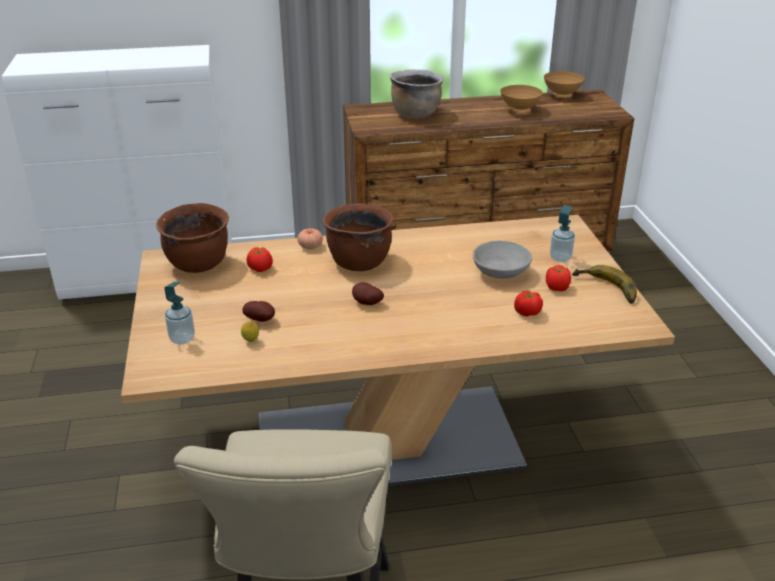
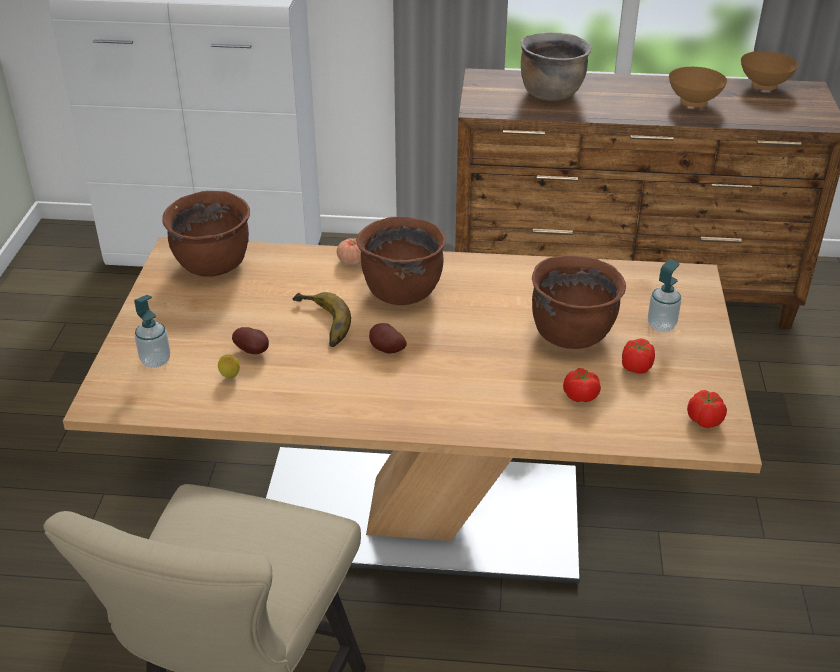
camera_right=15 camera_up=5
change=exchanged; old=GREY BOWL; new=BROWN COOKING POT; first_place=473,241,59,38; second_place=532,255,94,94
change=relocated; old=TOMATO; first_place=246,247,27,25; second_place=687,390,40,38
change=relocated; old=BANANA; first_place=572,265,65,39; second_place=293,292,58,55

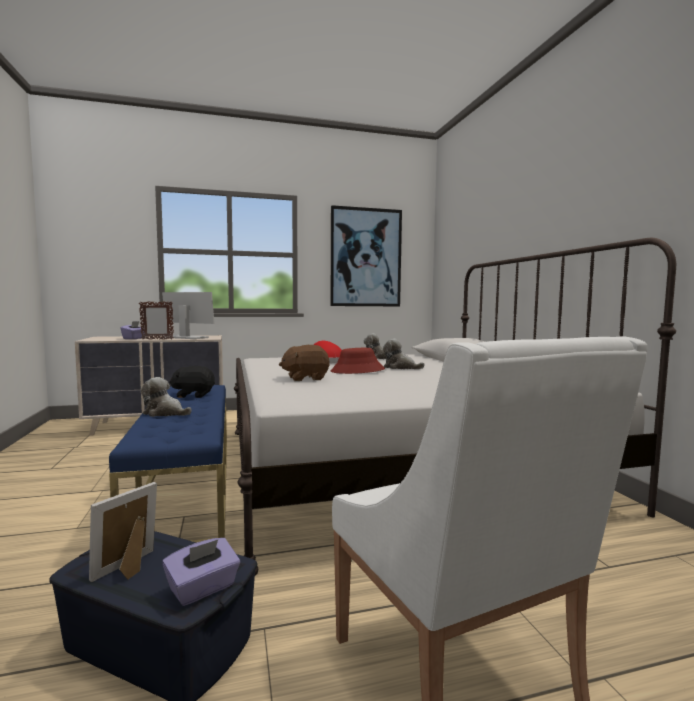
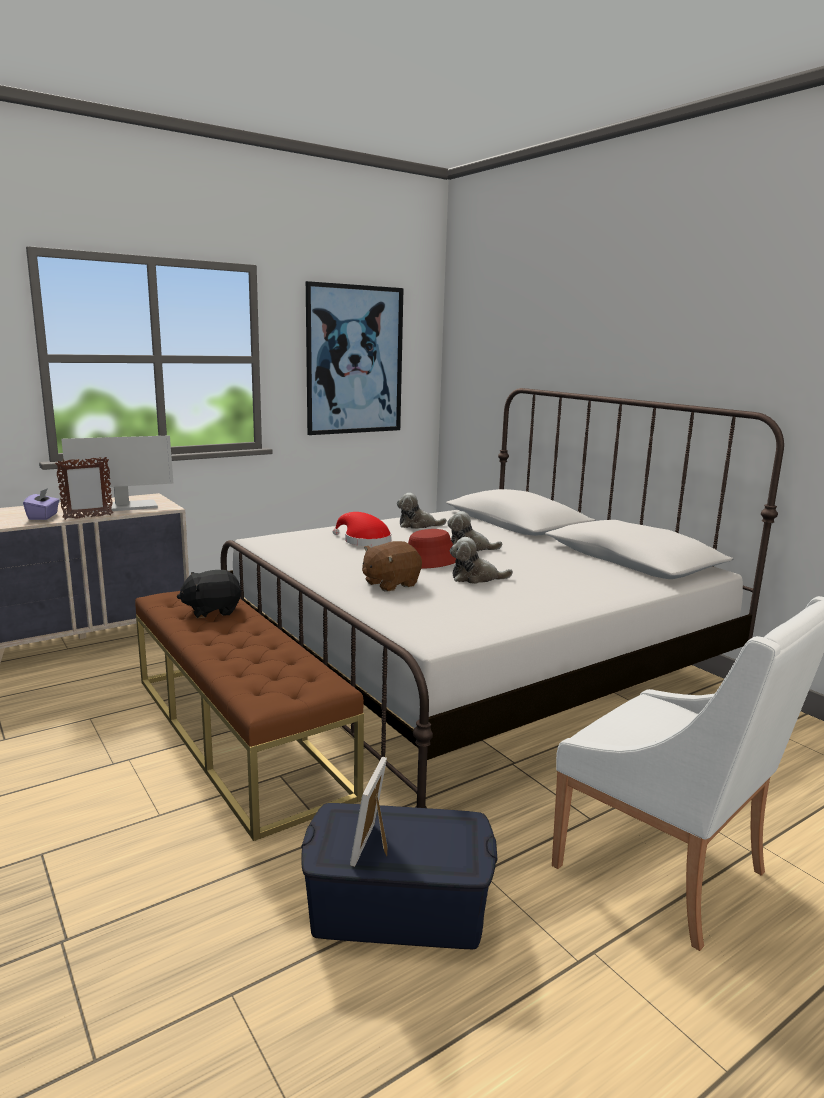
camera_right=-20 camera_up=10
change=spun; old=MONITOR; first_place=162,292,52,47; second_place=61,435,113,78; degrees=150
change=relocated; old=PLUSH TOY; first_place=141,377,51,40; second_place=450,537,63,47
change=colour; old=BLUE BENCH; new=BROWN BENCH; first_place=109,385,118,158; second_place=135,591,229,250
change=missing; old=PURPLE TISSUE BOX; first_place=162,538,78,68

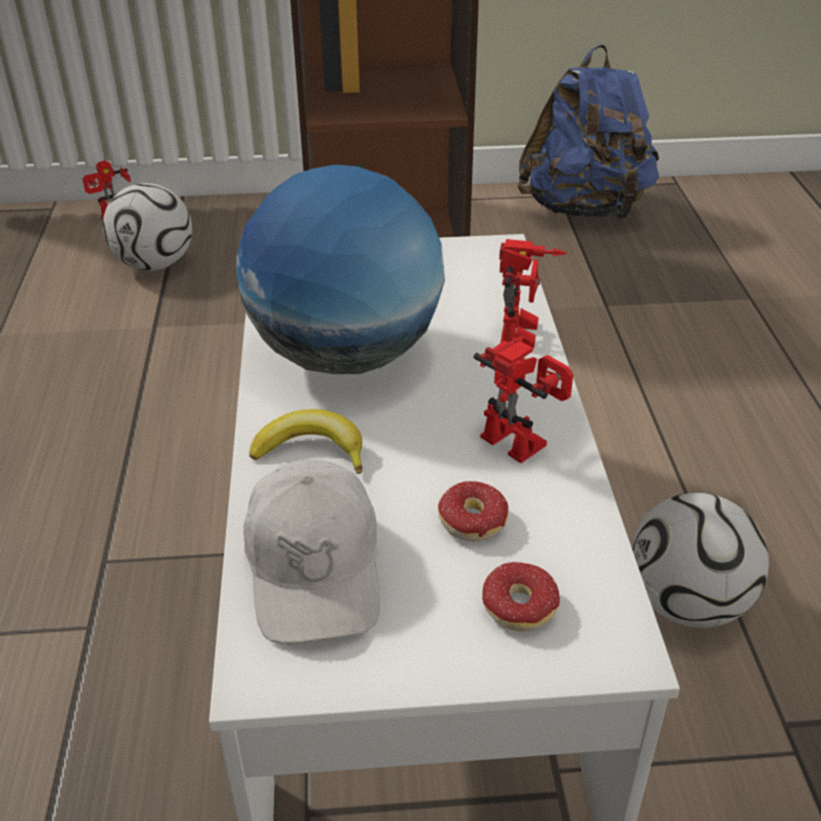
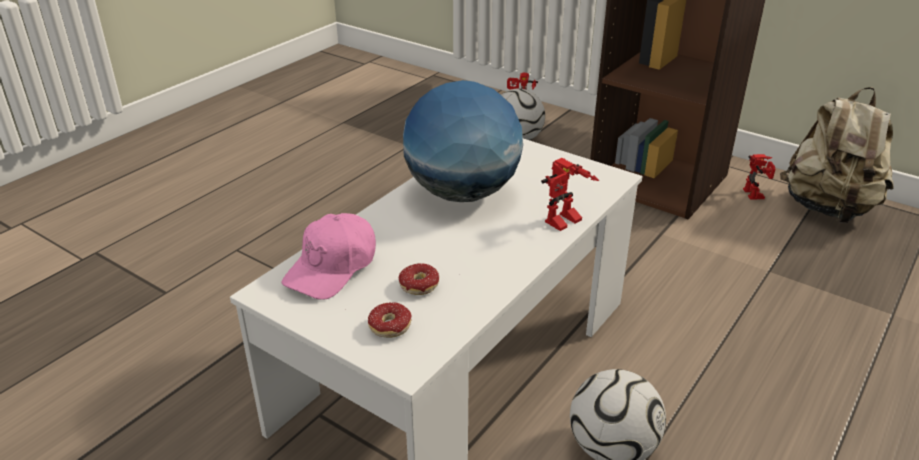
camera_right=40 camera_up=-5
change=colour; old=BLUE BACKPACK; new=BEIGE BACKPACK; first_place=517,44,142,176; second_place=780,87,114,136
change=relocated; old=TOY ROBOT; first_place=474,336,99,127; second_place=743,154,32,46
change=missing; old=BANANA; first_place=250,409,113,65
change=colour; old=WHITE CAP; new=PINK CAP; first_place=243,459,137,185; second_place=281,213,95,87

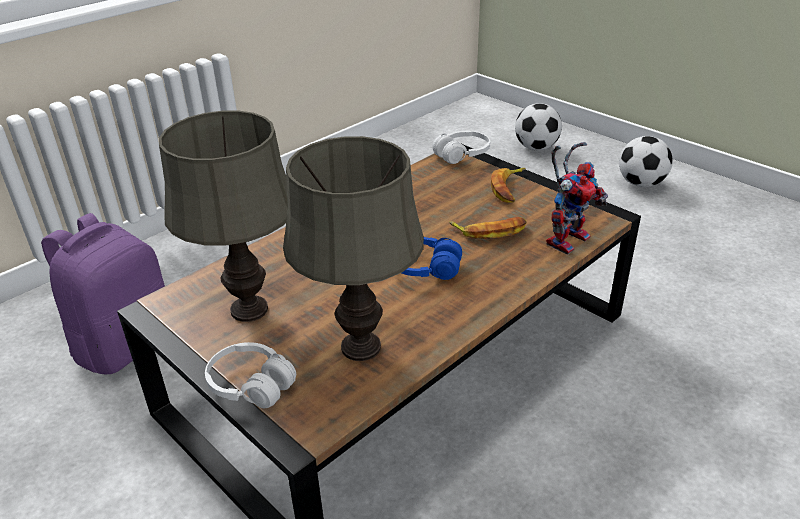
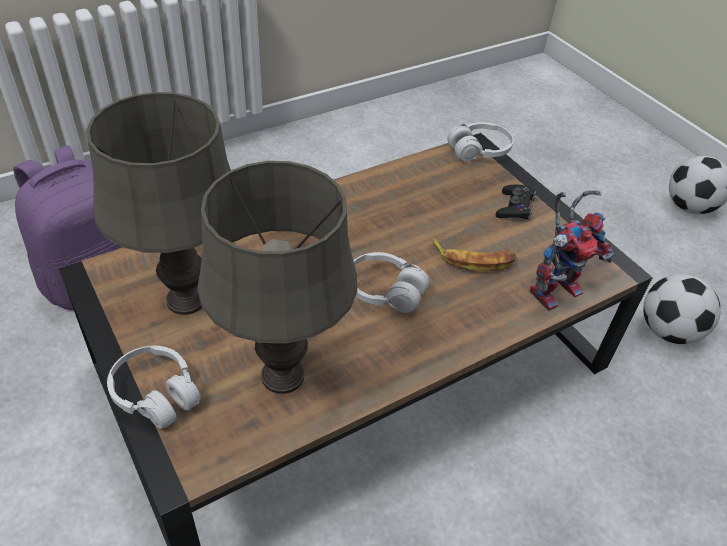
camera_right=10 camera_up=10
change=relocated; old=FOOTBALL; first_place=515,104,47,46; second_place=643,274,77,70
change=exchanged; old=BANANA; new=BLACK GAME CONTROLLER; first_place=491,168,35,35; second_place=496,185,41,35
change=colour; old=BLUE HEADPHONES; new=WHITE HEADPHONES; first_place=402,237,60,43; second_place=354,252,75,61

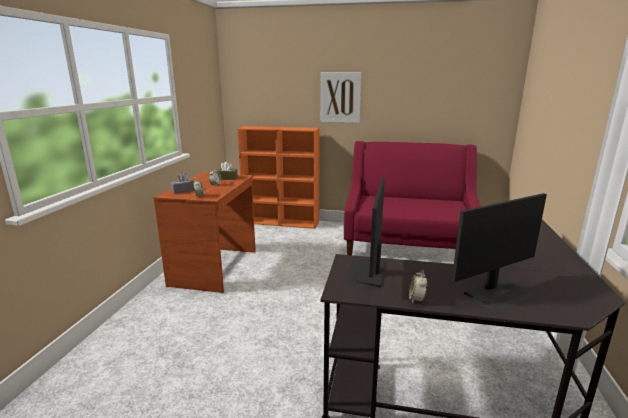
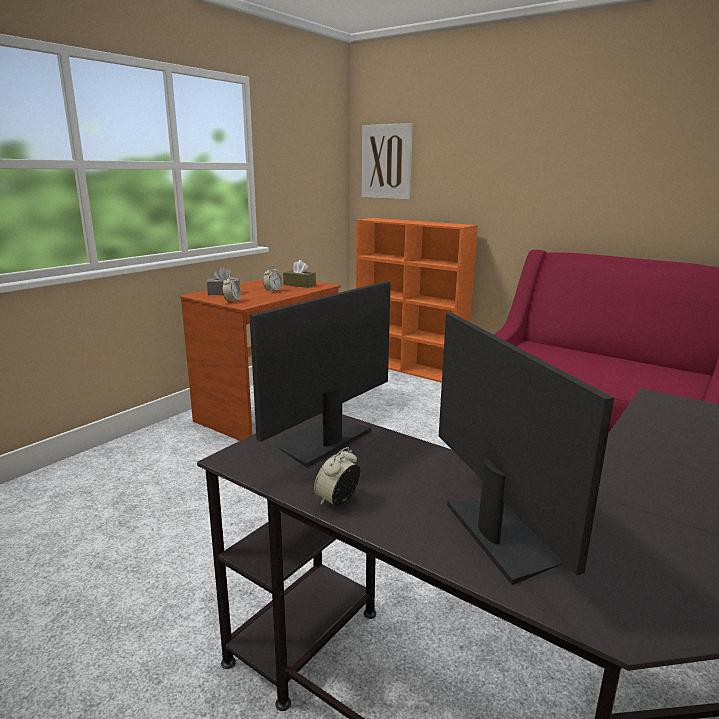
camera_right=25 camera_up=0
change=relocated; old=PICTURE; first_place=320,72,41,51; second_place=362,123,51,76
change=spun; old=MONITOR; first_place=452,193,95,120; second_place=439,313,175,272; degrees=-105

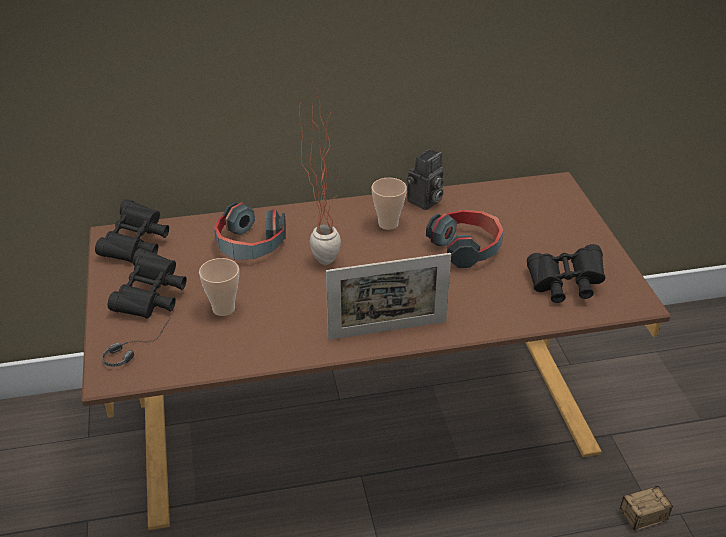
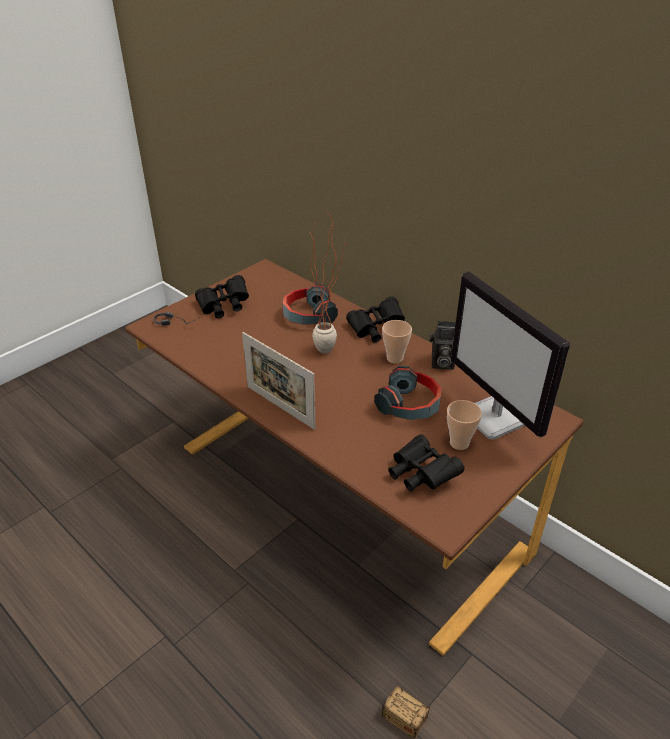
camera_right=55 camera_up=0
change=relocated; old=BLACK BINOCULARS; first_place=95,199,74,64; second_place=346,296,59,46
change=relocated; old=CUP; first_place=199,258,40,58; second_place=447,400,35,50
change=appeared; new=MONITOR; second_place=451,272,119,168

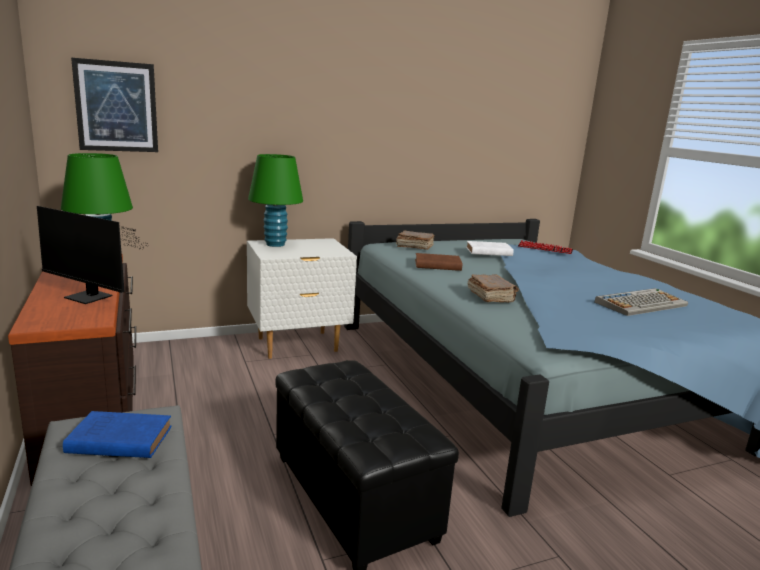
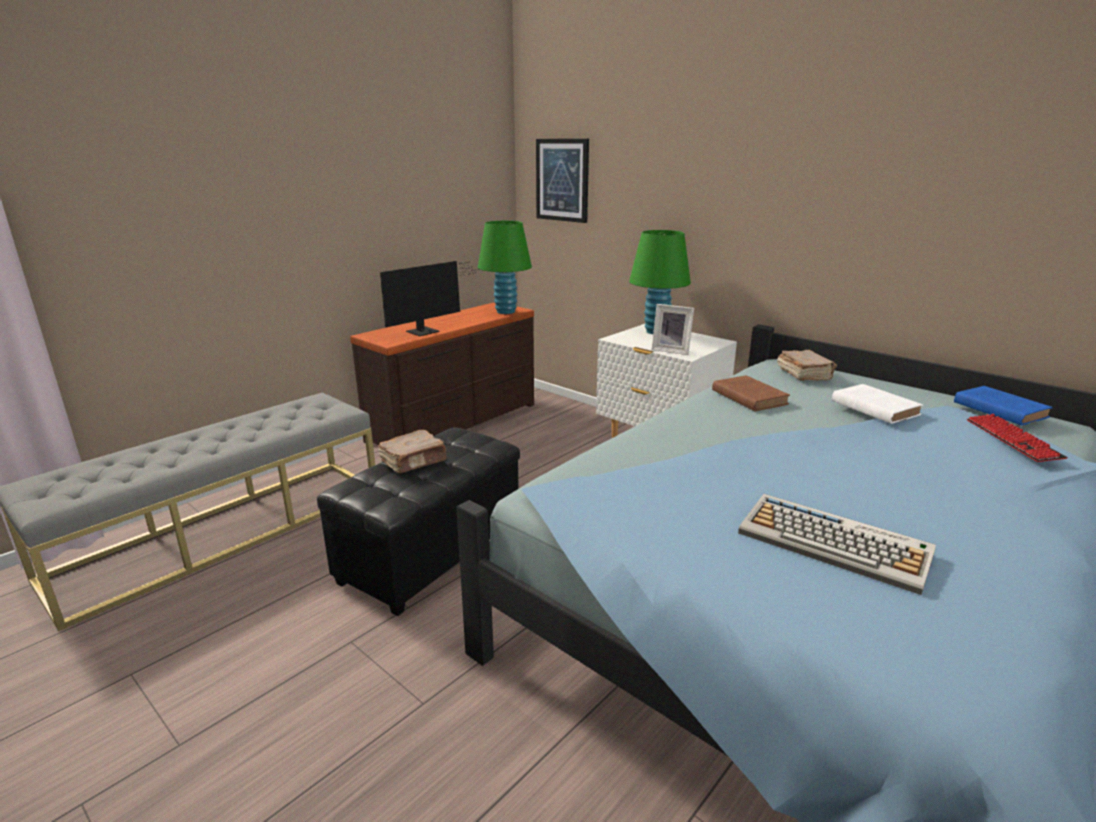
camera_right=65 camera_up=5
change=spun; old=MONITOR; first_place=37,206,112,98; second_place=380,261,100,75; degrees=-135
change=relocated; old=BROWN BOOK; first_place=468,274,51,29; second_place=378,430,69,43
change=relocated; old=BLUE BOOK; first_place=63,411,109,47; second_place=954,386,99,40
change=appeared; new=PICTURE FRAME; second_place=652,304,42,51

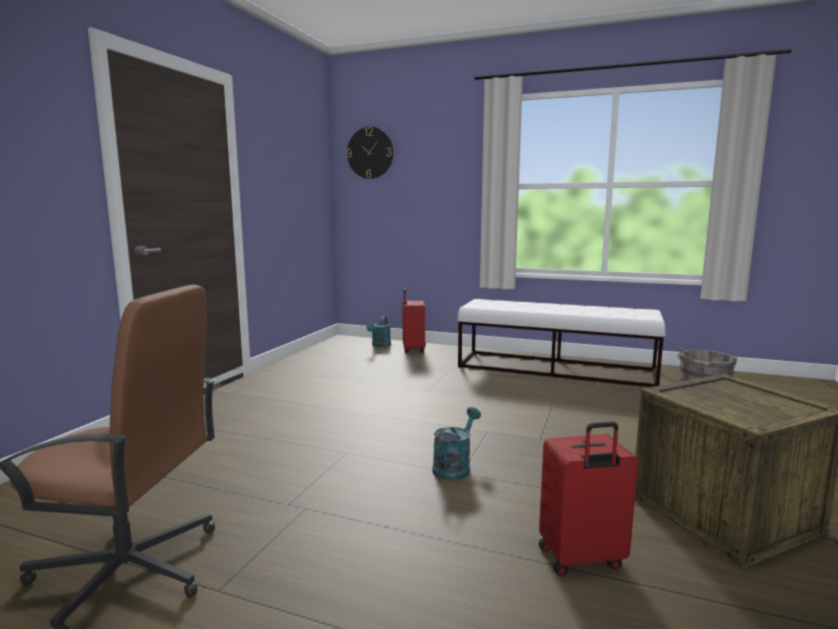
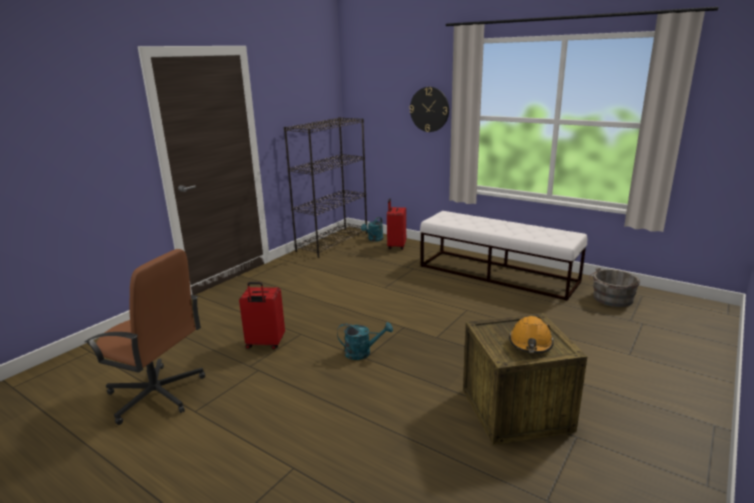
camera_right=15 camera_up=10
change=relocated; old=WALL CLOCK; first_place=347,127,46,52; second_place=409,87,40,45
change=spun; old=TURQUOISE WATERING CAN; first_place=432,407,49,74; second_place=337,322,56,38; degrees=45
change=relocated; old=RED SUITCASE; first_place=539,421,99,155; second_place=239,282,46,67
change=appeared; new=BLACK BOOKCASE; second_place=284,117,83,141
change=appeared; new=ORANGE HARD HAT; second_place=509,316,45,37

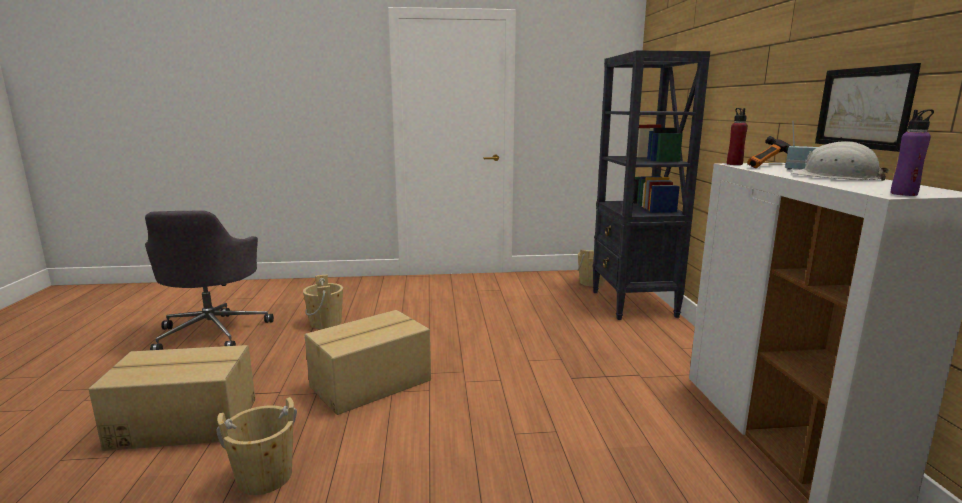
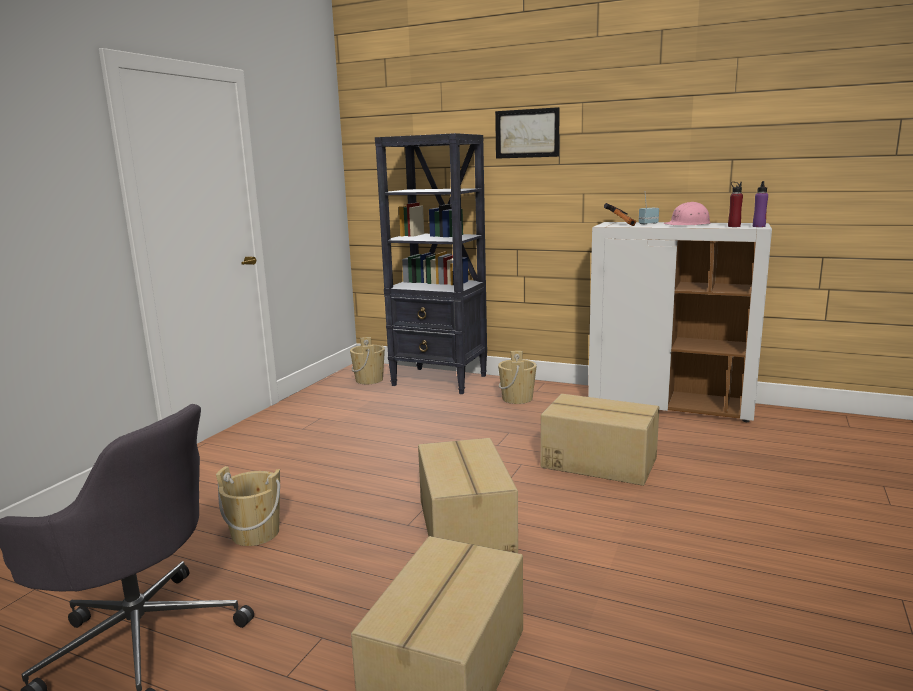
camera_right=-60 camera_up=0
change=relocated; old=PICTURE; first_place=815,63,106,89; second_place=495,107,65,52
change=relocated; old=RED BOTTLE; first_place=727,108,21,57; second_place=728,182,15,45
change=colour; old=WHITE HARD HAT; new=PINK HARD HAT; first_place=791,141,99,40; second_place=663,202,48,23
change=relocated; old=BEIGE BUCKET; first_place=217,397,80,98; second_place=498,351,39,53
change=appeared; new=CARDBOARD BOX; second_place=540,394,119,92

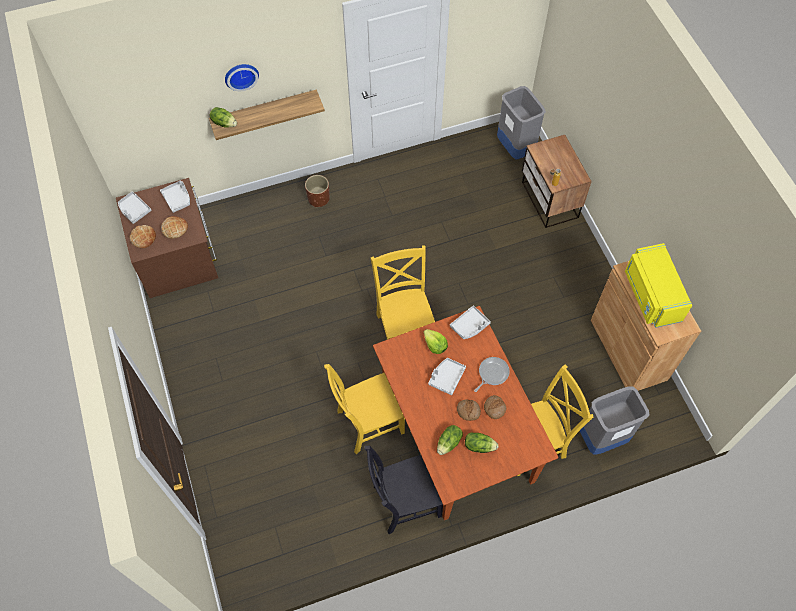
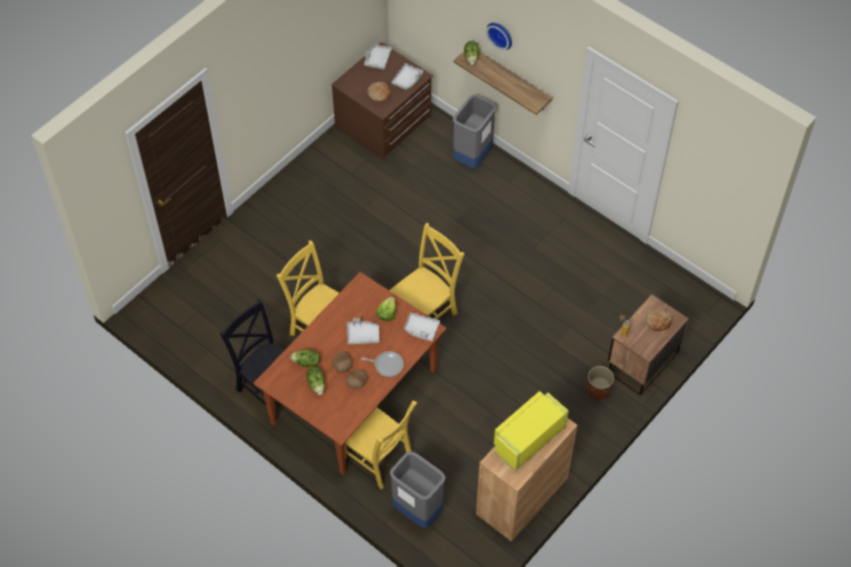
camera_right=60 camera_up=-5
change=relocated; old=GREY TRASH CAN; first_place=497,86,49,73; second_place=453,95,43,73
change=relocated; old=BROWN PLANTER; first_place=305,175,25,32; second_place=587,366,27,35
change=relocated; old=BREAD; first_place=130,225,26,23; second_place=646,308,26,23

